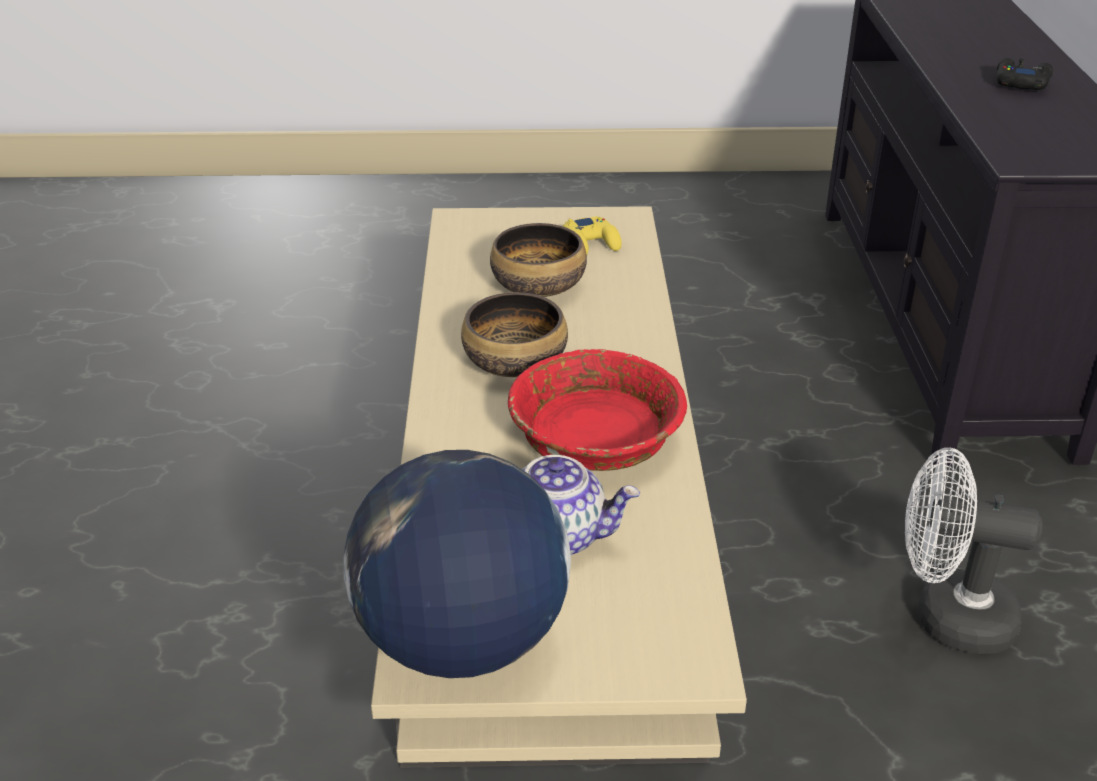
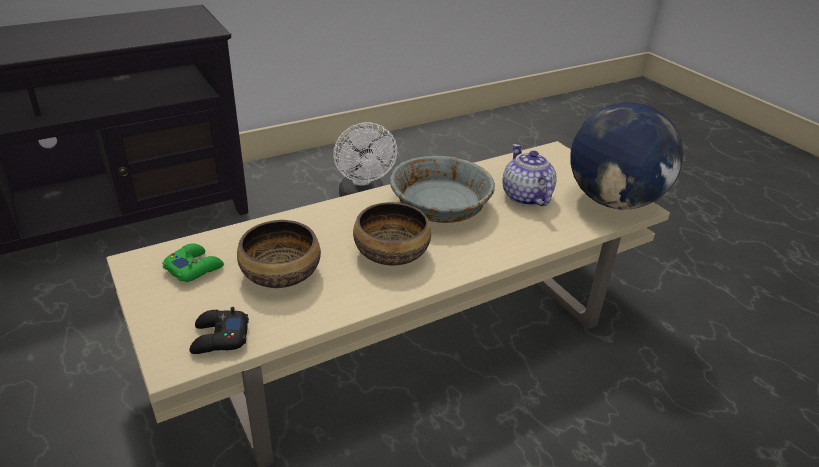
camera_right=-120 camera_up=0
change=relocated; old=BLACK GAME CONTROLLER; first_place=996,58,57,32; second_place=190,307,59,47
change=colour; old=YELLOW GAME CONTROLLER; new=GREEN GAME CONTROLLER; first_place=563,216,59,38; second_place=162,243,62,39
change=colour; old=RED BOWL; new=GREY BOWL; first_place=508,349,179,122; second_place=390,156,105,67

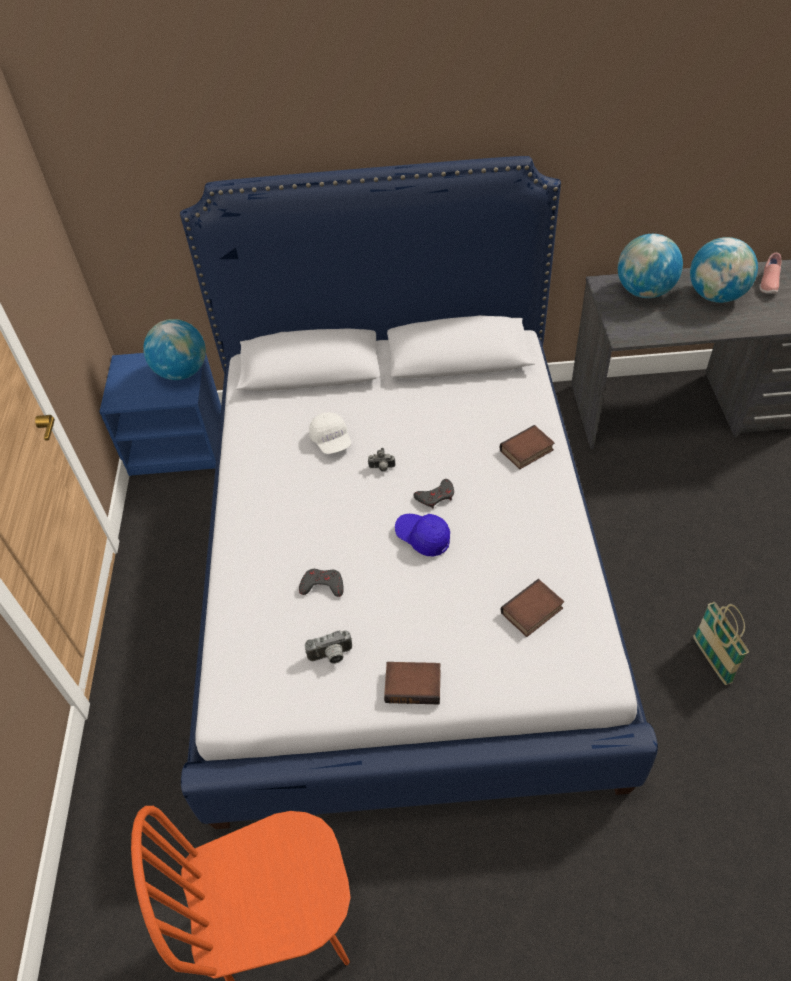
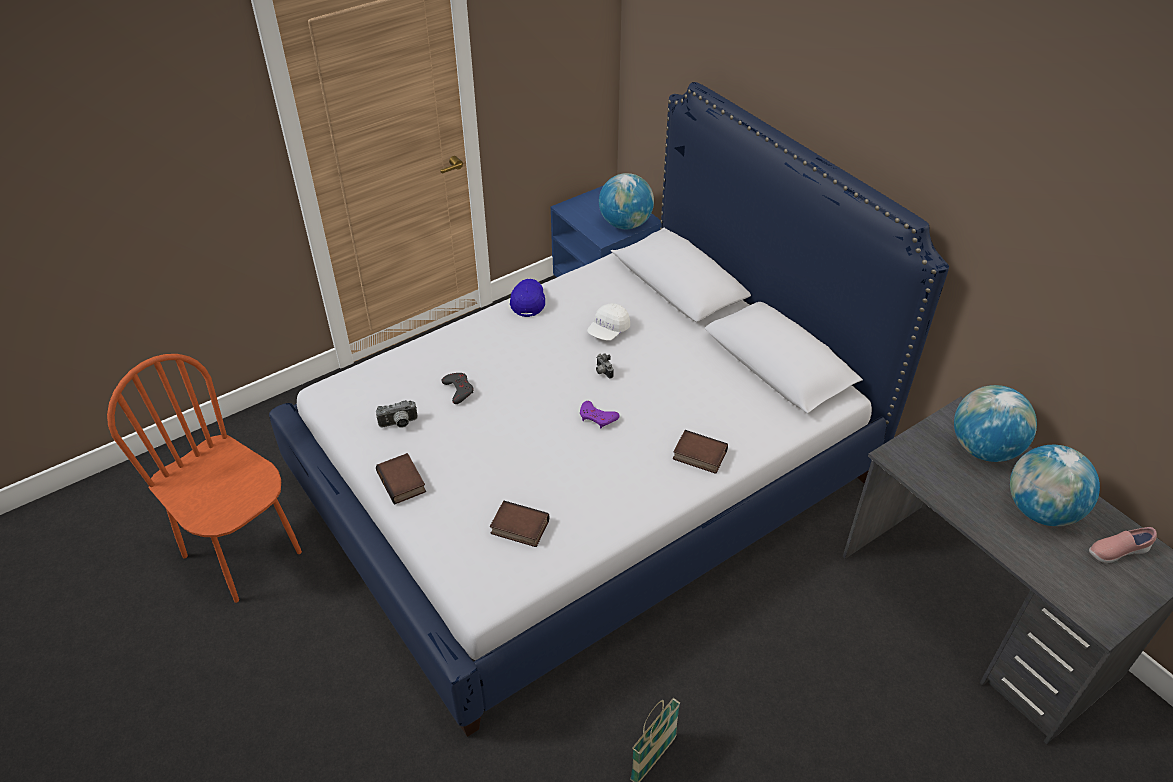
camera_right=55 camera_up=-5
change=colour; old=GREY GAME CONTROLLER; new=PURPLE GAME CONTROLLER; first_place=413,479,41,30; second_place=580,401,40,27
change=relocated; old=BLUE CAP; first_place=395,514,55,42; second_place=510,279,35,38
change=spun; old=PHOTO CAMERA; first_place=305,630,47,34; second_place=376,400,42,28; degrees=-60

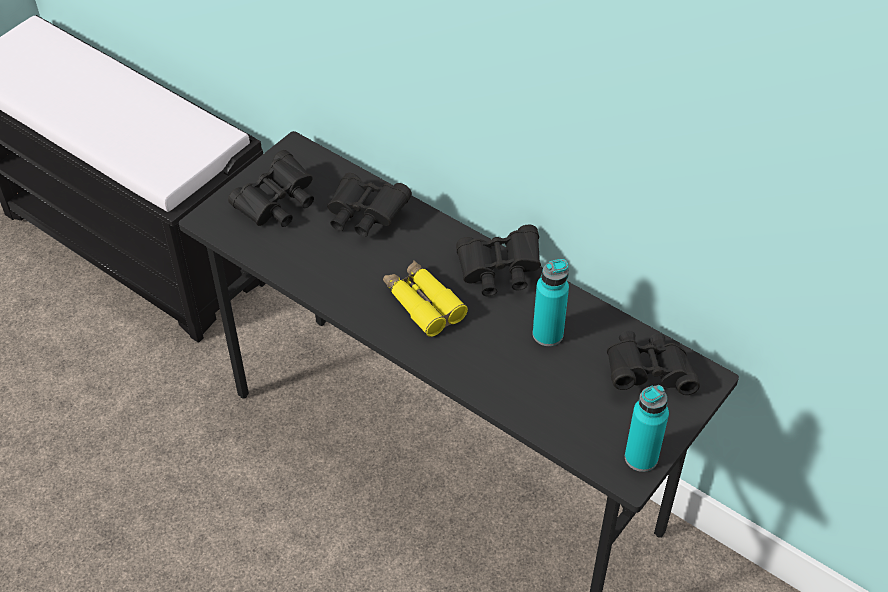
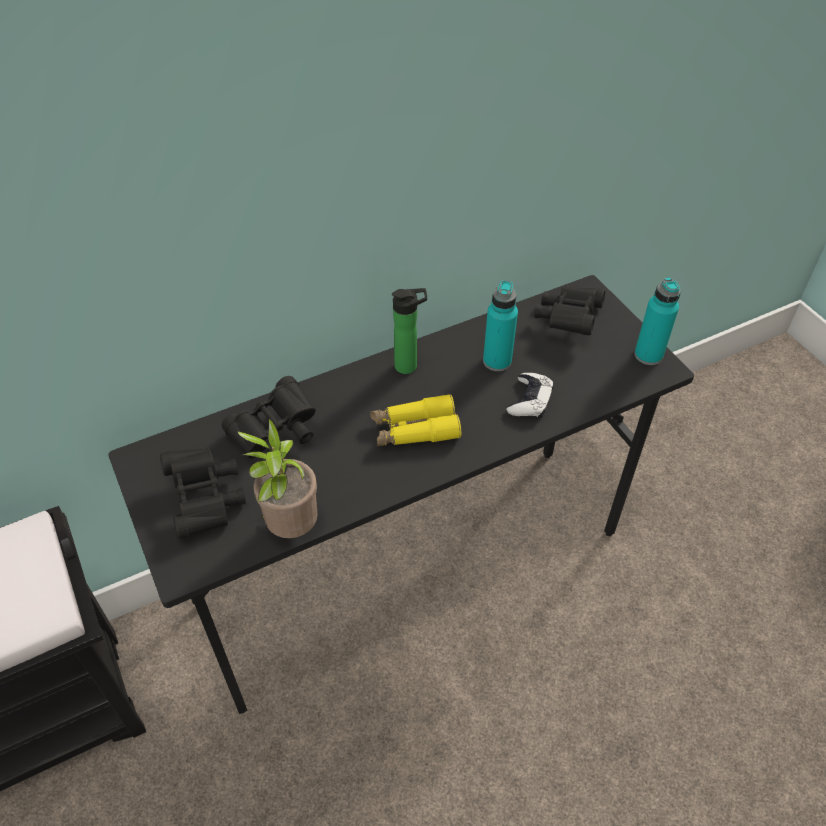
camera_right=-65 camera_up=0
change=exchanged; old=BLACK BINOCULARS; new=BOTTLE; first_place=456,225,85,71; second_place=392,288,35,86
change=appeared; new=WHITE GAME CONTROLLER; second_place=506,373,48,45
change=appeared; new=POTTED PLANT; second_place=238,419,80,119

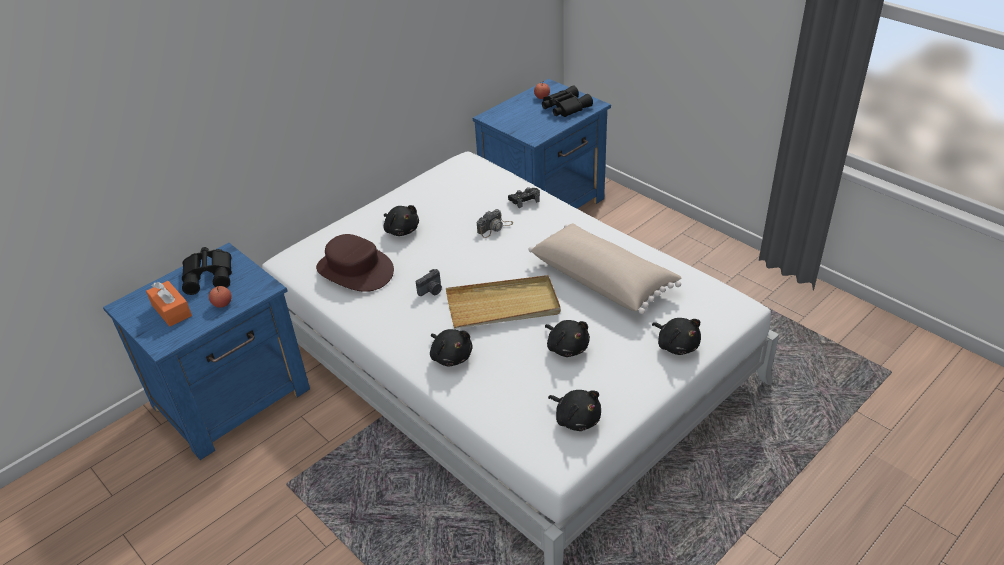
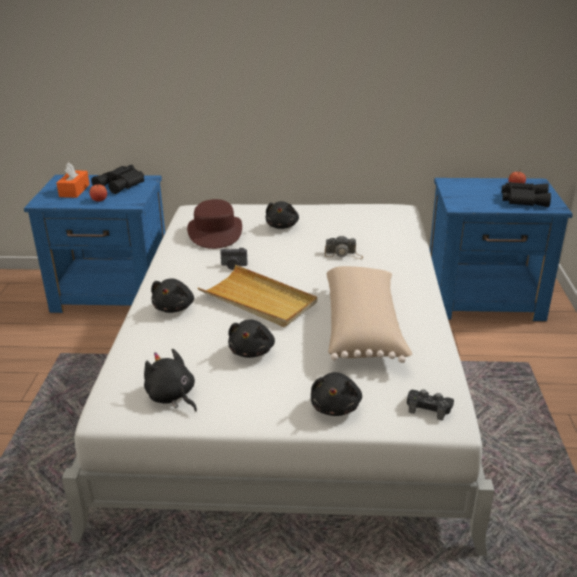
camera_right=45 camera_up=-10
change=relocated; old=BLACK GAME CONTROLLER; first_place=508,187,32,21; second_place=407,389,47,32
change=spun; old=BLACK PLUSH TOY; first_place=548,390,53,41; second_place=144,349,53,63; degrees=135

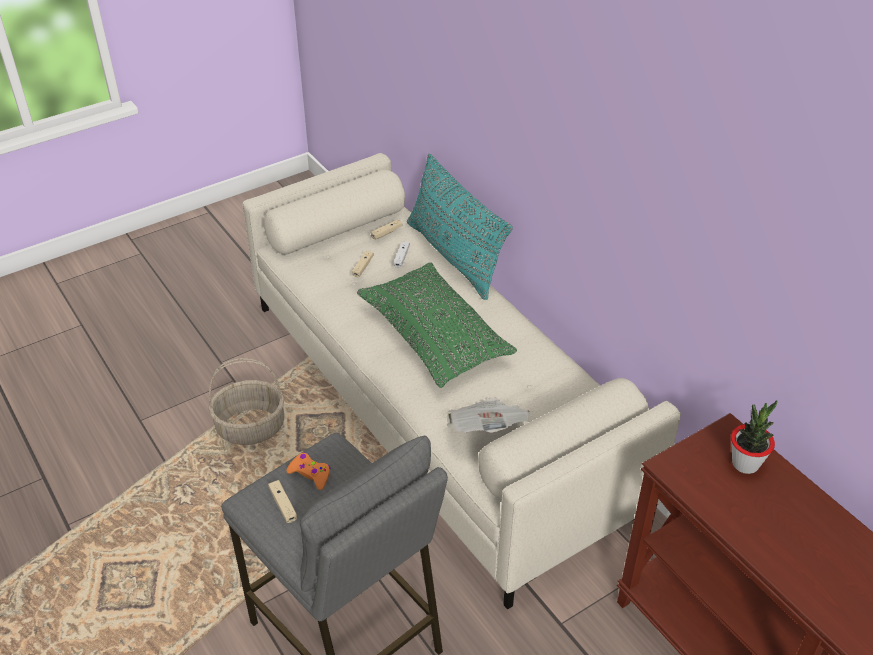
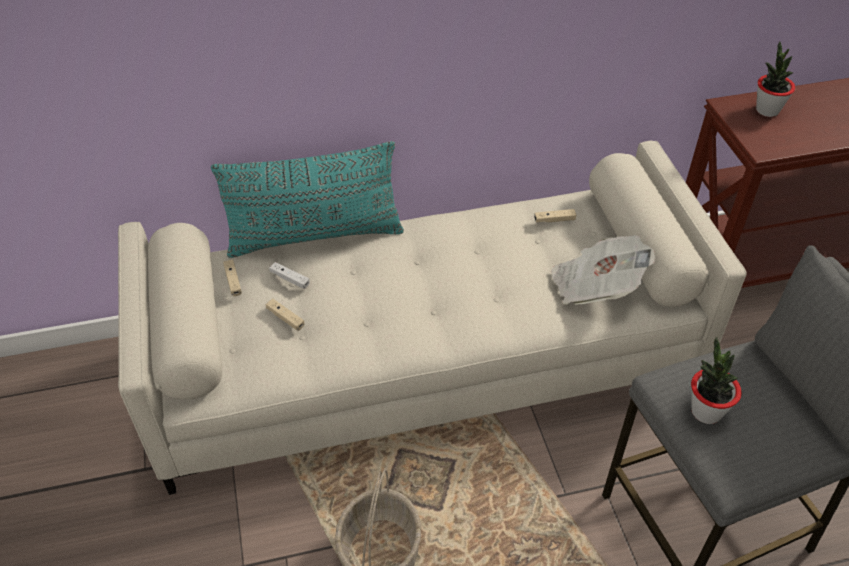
camera_right=-70 camera_up=5
change=missing; old=GREEN PILLOW; first_place=357,262,160,126
change=exchanged; old=ORANGE GAME CONTROLLER; new=POTTED PLANT; first_place=286,453,45,37; second_place=691,337,51,87
change=relocated; old=BEIGE GAME CONTROLLER; first_place=268,480,29,43; second_place=534,209,42,13

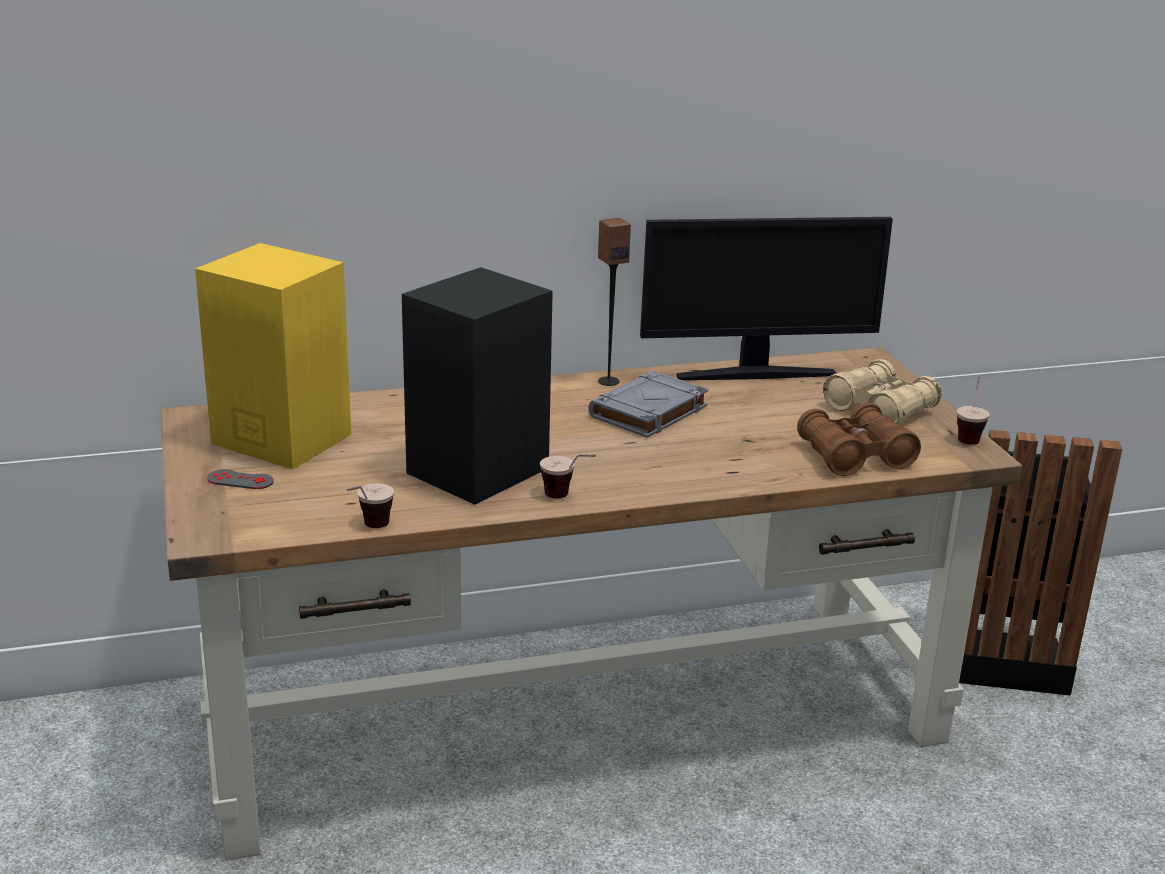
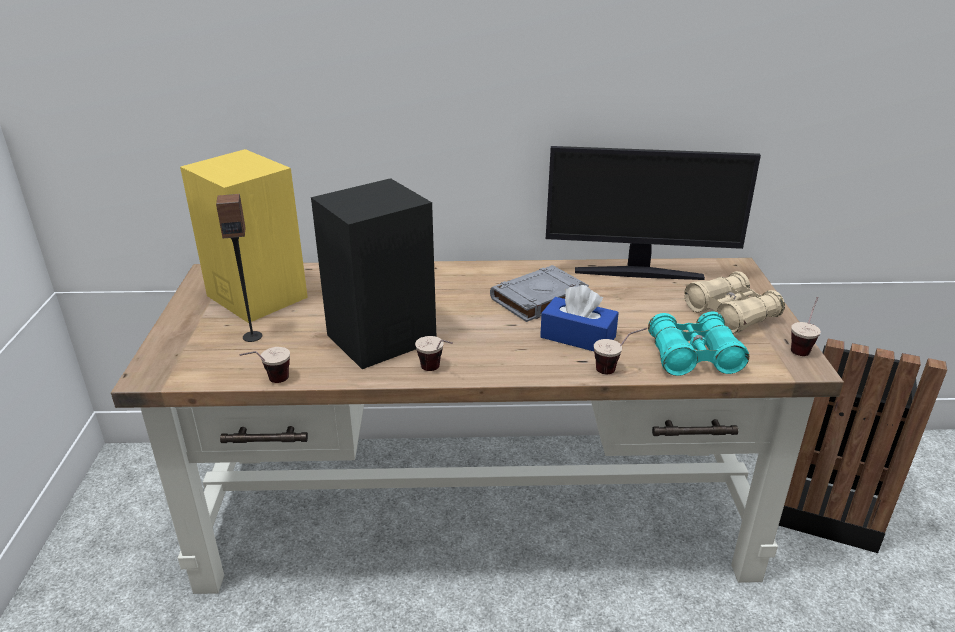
camera_right=15 camera_up=5
change=relocated; old=SPEAKER; first_place=598,218,33,168; second_place=216,194,46,148
change=colour; old=BROWN BINOCULARS; new=TURQUOISE BINOCULARS; first_place=797,403,124,73; second_place=648,312,101,64
change=missing; old=GREY GAME CONTROLLER; first_place=207,469,67,20
change=appeared; new=BLUE TISSUE BOX; second_place=540,285,79,66
change=appeared; new=CUP; second_place=594,328,53,46

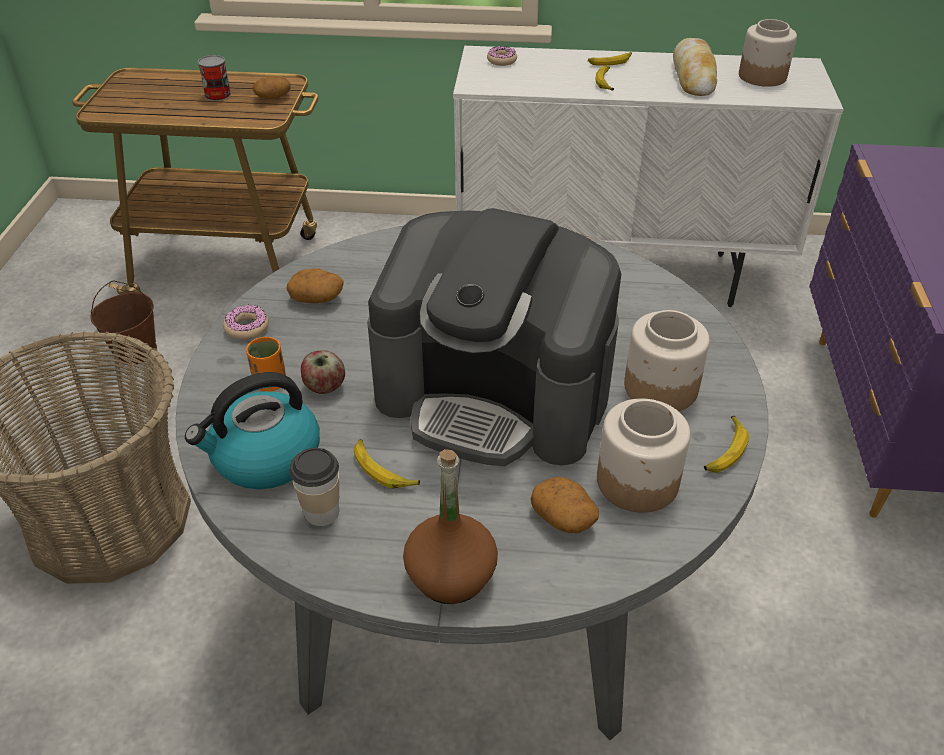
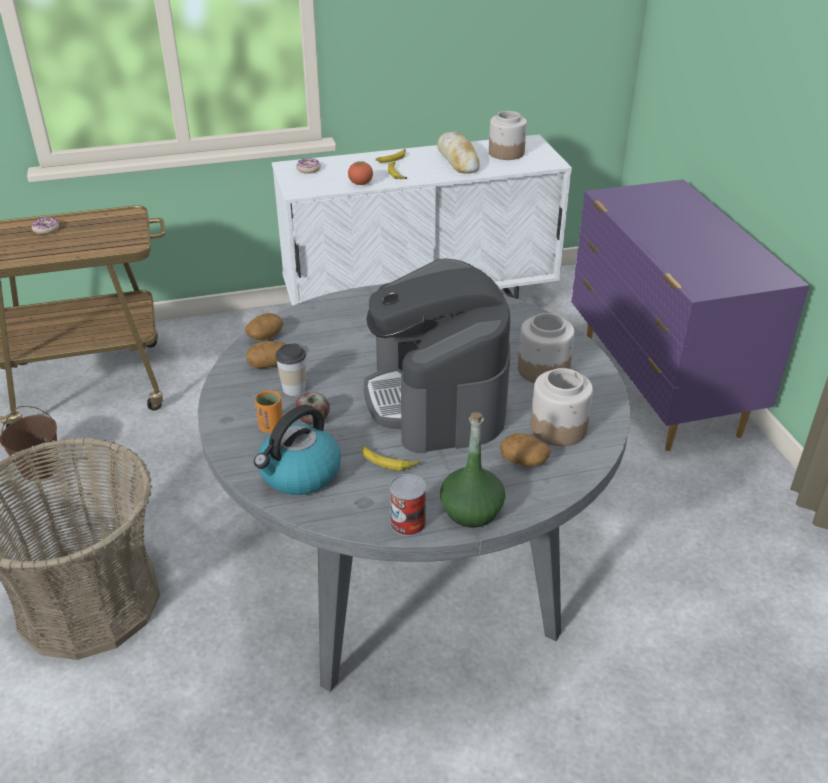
camera_right=-20 camera_up=-5
change=relocated; old=CAN; first_place=198,55,33,46; second_place=389,474,37,62
change=relocated; old=POTATO; first_place=253,76,38,23; second_place=245,313,38,27
change=spun; old=COFFEE MACHINE; first_place=367,208,254,258; second_place=364,259,146,194; degrees=75
change=relocated; old=DONUT; first_place=223,305,46,35; second_place=32,217,27,17
change=missing; old=BANANA; first_place=704,416,45,57
change=relocated; old=CUP; first_place=290,448,49,78; second_place=276,343,30,53
change=colour; old=BROWN BOTTLE; new=GREEN BOTTLE; first_place=403,449,95,155; second_place=440,412,65,116
change=appeared; new=TOMATO; second_place=348,161,25,24

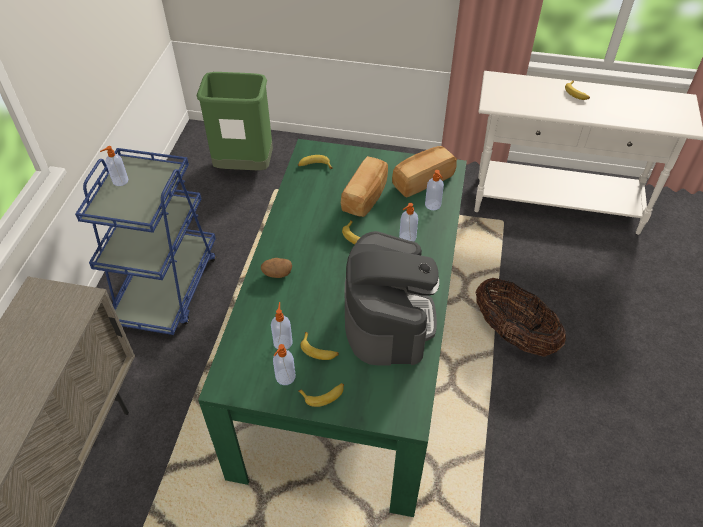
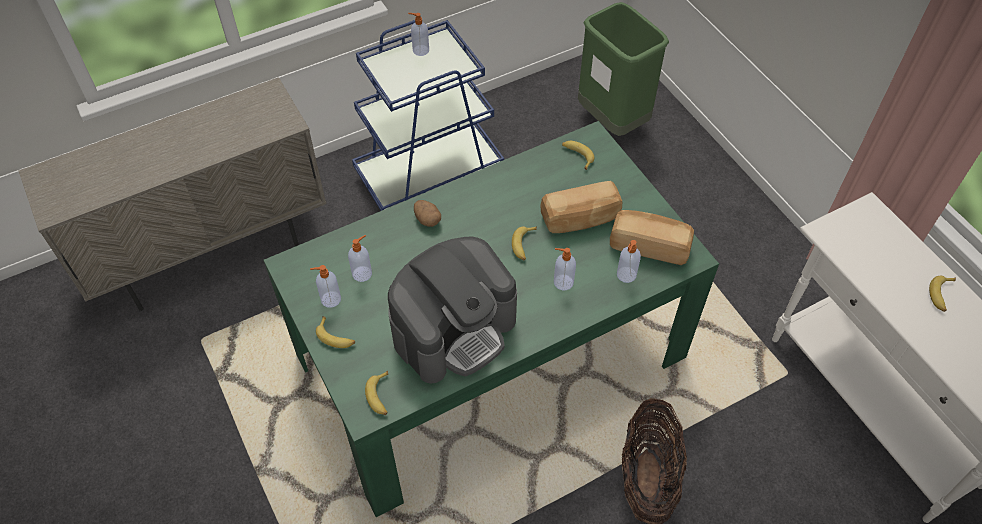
camera_right=50 camera_up=5
change=relocated; old=BANANA; first_place=300,332,39,28; second_place=365,371,23,44

